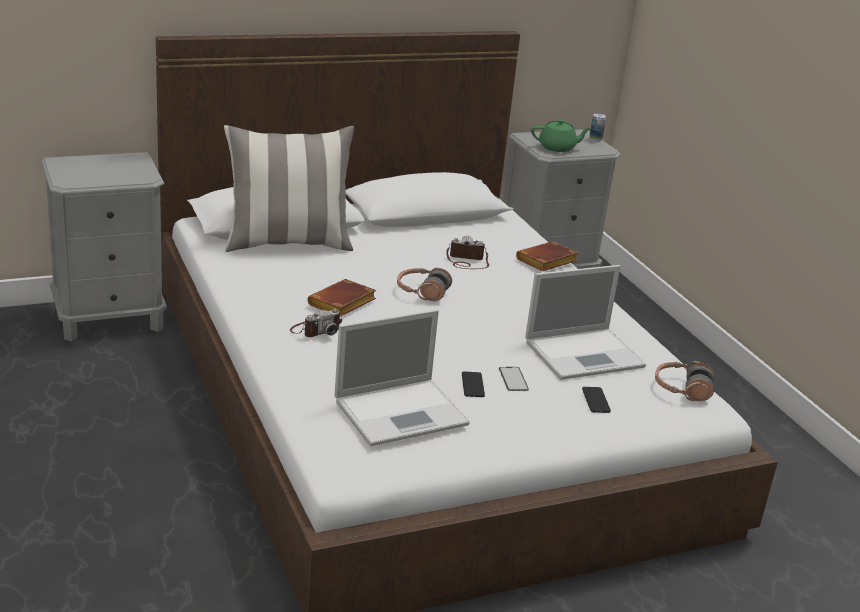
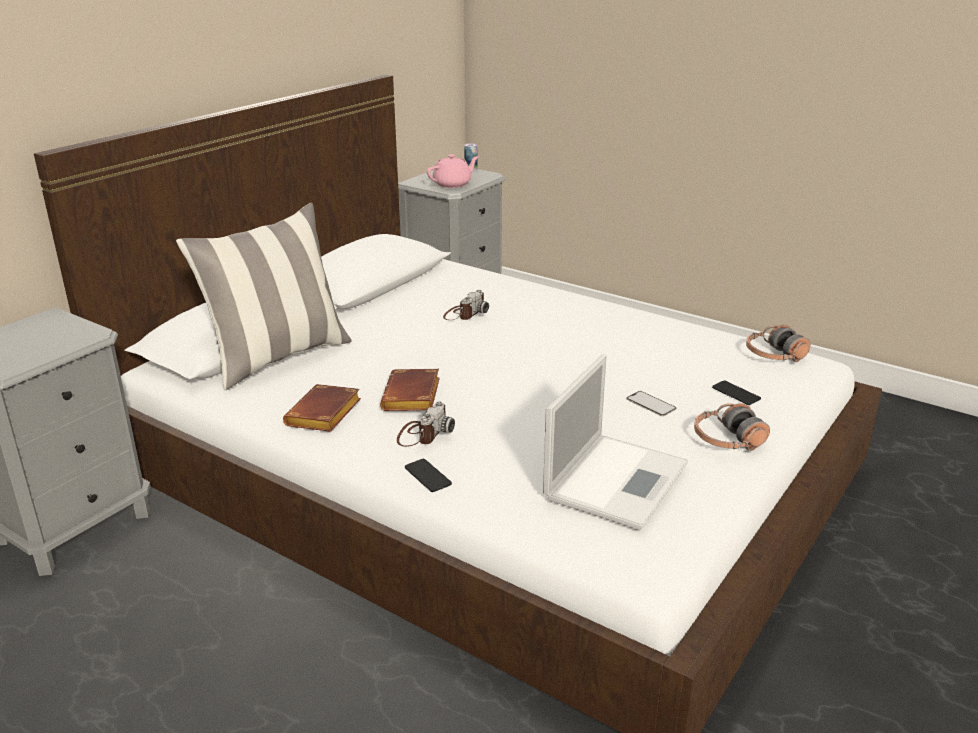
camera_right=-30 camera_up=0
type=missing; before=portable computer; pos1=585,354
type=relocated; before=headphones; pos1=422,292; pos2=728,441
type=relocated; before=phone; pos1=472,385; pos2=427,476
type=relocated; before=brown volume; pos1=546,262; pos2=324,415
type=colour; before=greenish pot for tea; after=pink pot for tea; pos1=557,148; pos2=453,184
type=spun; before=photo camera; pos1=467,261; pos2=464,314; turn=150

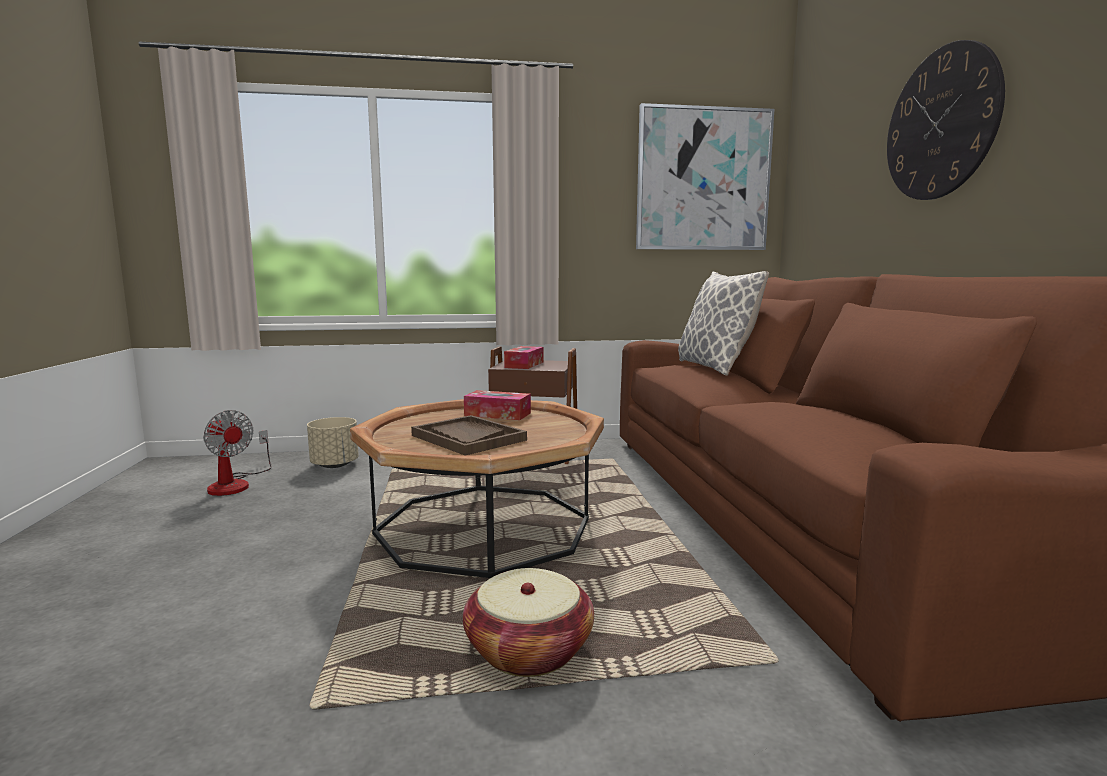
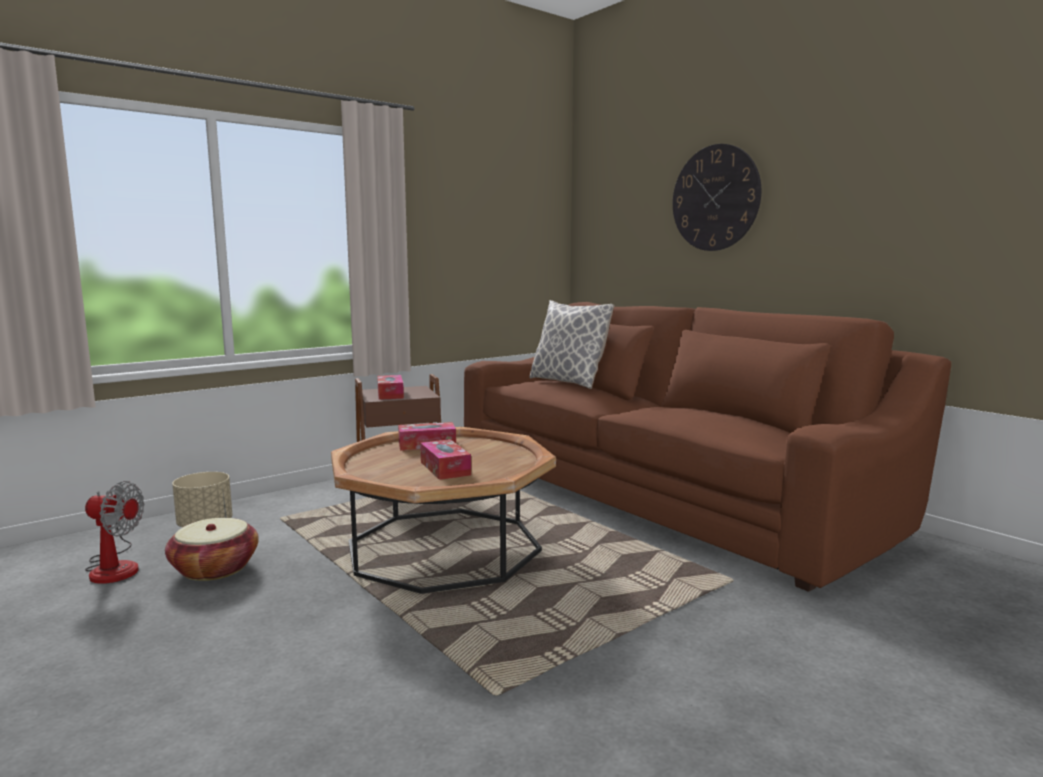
camera_right=-30 camera_up=0
type=missing; before=picture; pos1=703,180
type=relocated; before=household basket; pos1=529,650; pos2=215,568
type=exchanged; before=brown carrying tray; after=tissue holder; pos1=468,438; pos2=445,468

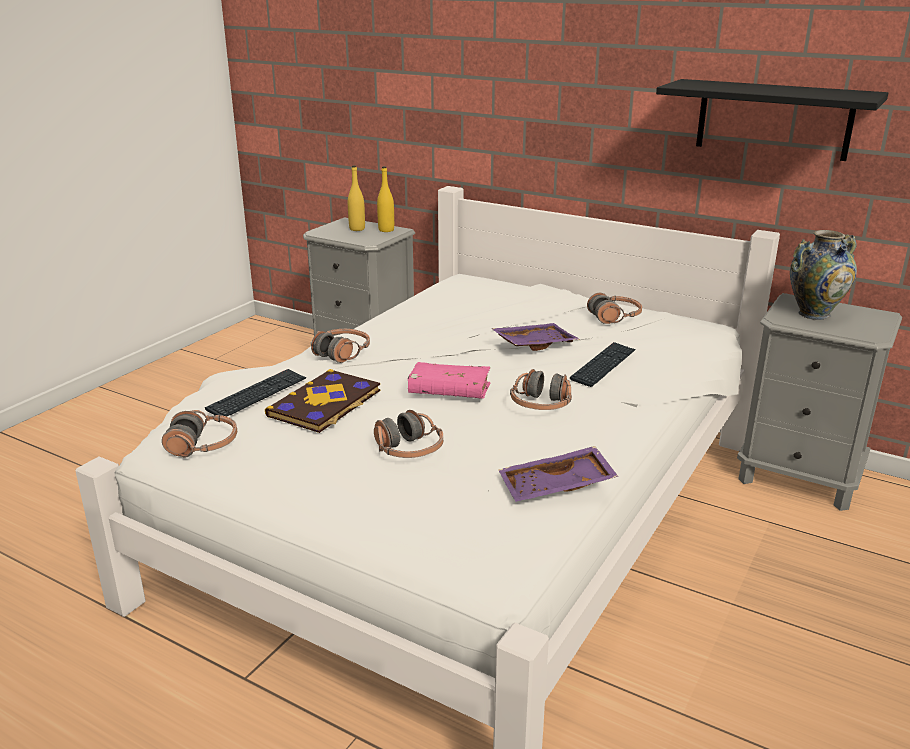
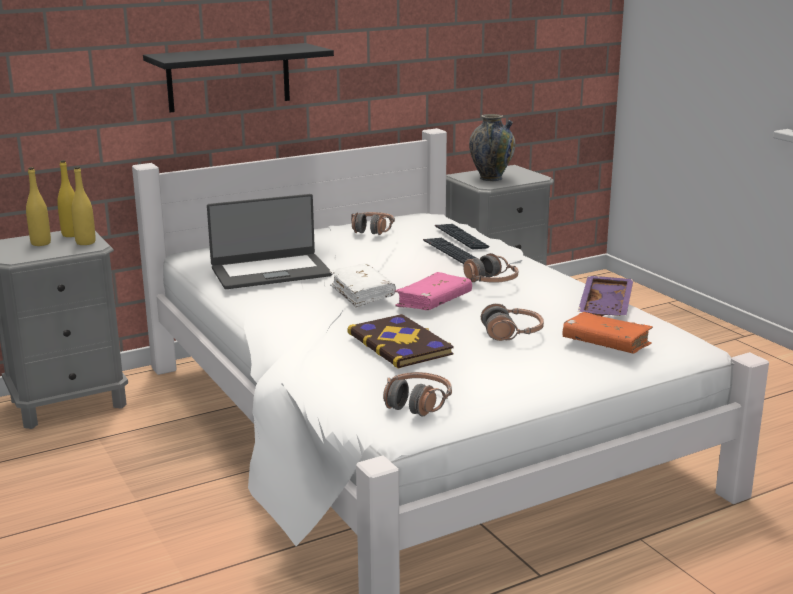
camera_right=-60 camera_up=-5
type=missing; before=headphones; pos1=342,353
type=missing; before=purplish carrying tray; pos1=534,344
type=appeared; after=yellow-coloured drink bottle; pos2=85,242
type=appeared; after=portable computer; pos2=270,272
type=appeared; after=white volume; pos2=362,293
type=appeared; after=orange volume; pos2=606,344
type=relocated; before=keyboard; pos1=257,395; pos2=461,237
type=relocated; before=black-coloured wall shelf; pos1=773,119; pos2=229,77

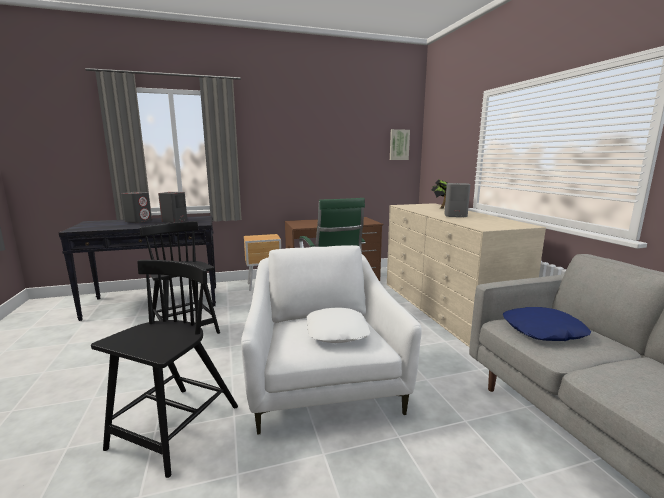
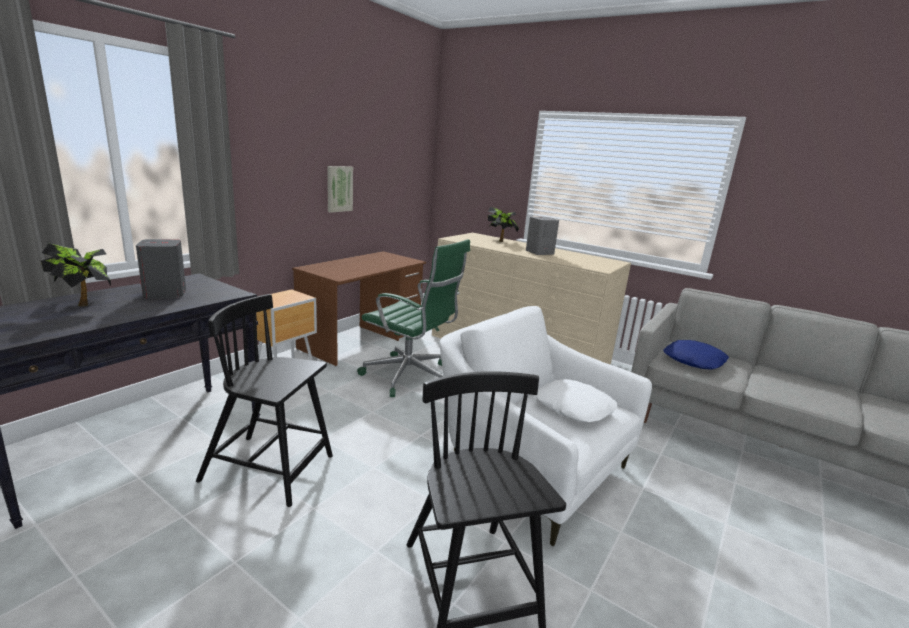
camera_right=-40 camera_up=5
type=relocated; before=picture; pos1=399,145; pos2=339,188
type=exchanged; before=grey audio speaker; after=potted plant; pos1=139,221; pos2=85,302

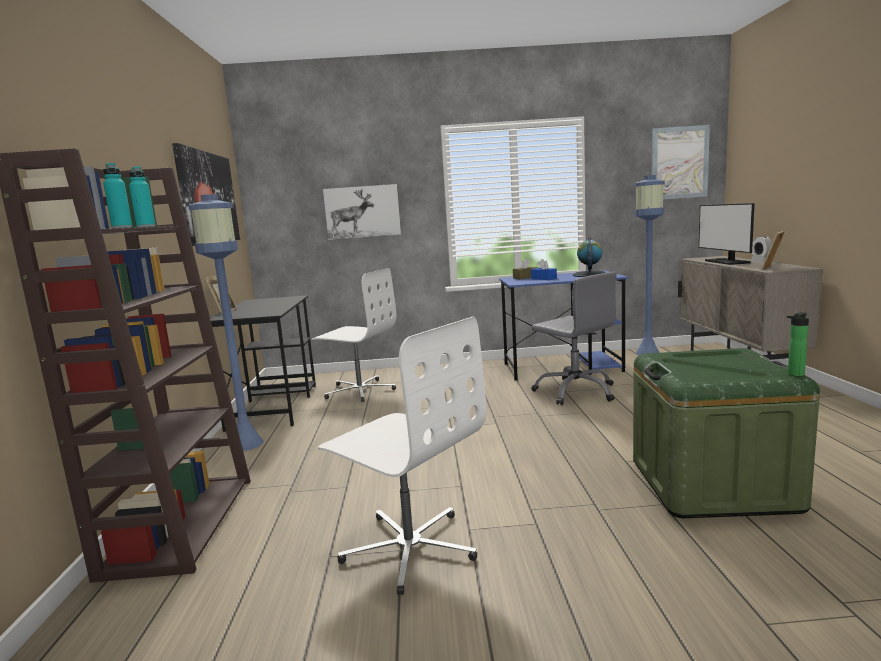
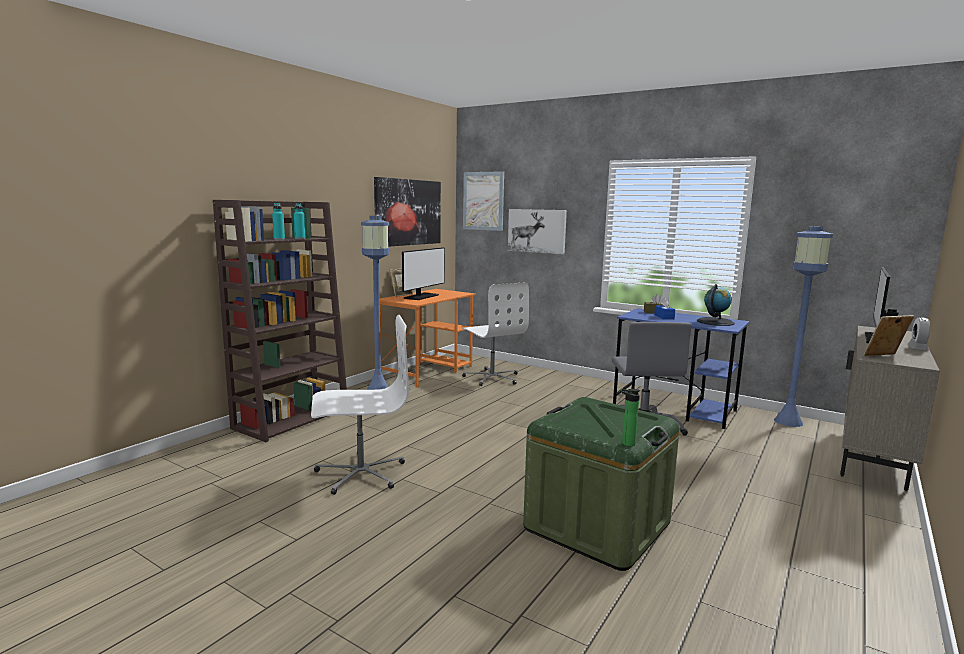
camera_right=35 camera_up=0
type=appeared; after=computer display; pos2=421,297
type=relocated; before=picture; pos1=679,163; pos2=483,201
type=colour; before=black-coloured desk table; after=orange desk table; pos1=274,406; pos2=427,372
type=spun; before=white computer chair; pos1=409,547; pos2=360,473; turn=-90

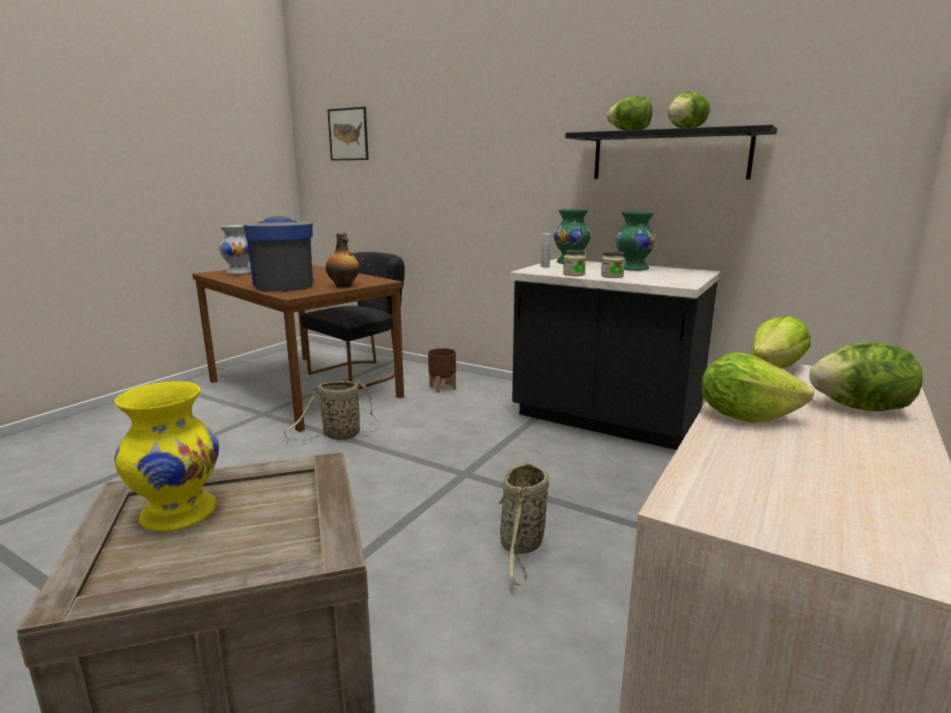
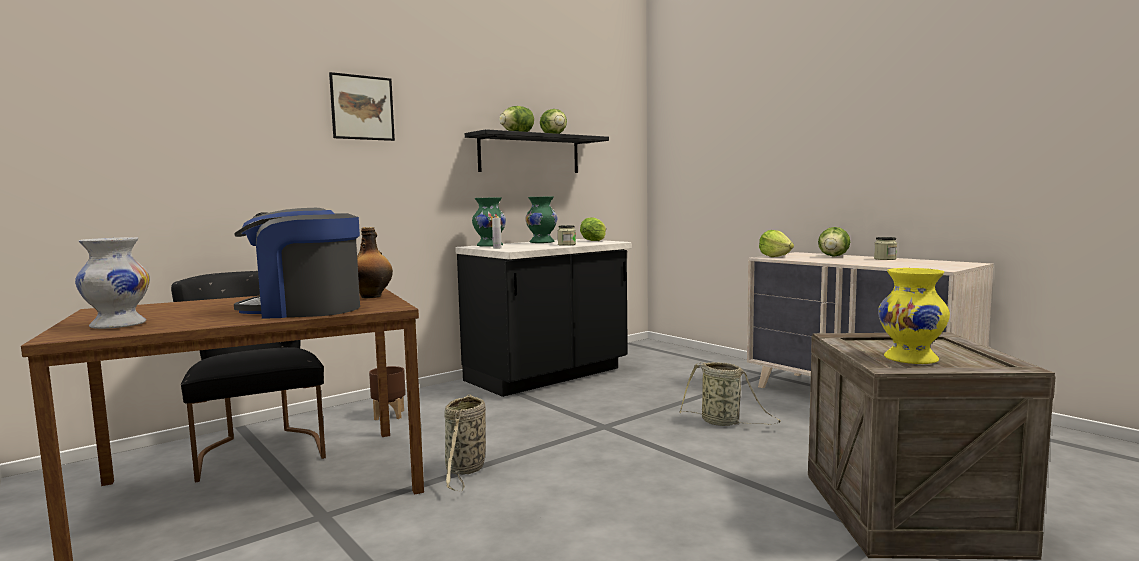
camera_right=-70 camera_up=-10
type=relocated; before=picture; pos1=348,134; pos2=362,107
type=relocated; before=preserve jar; pos1=574,274; pos2=885,259
type=relocated; before=lettuce head; pos1=744,416; pos2=593,241

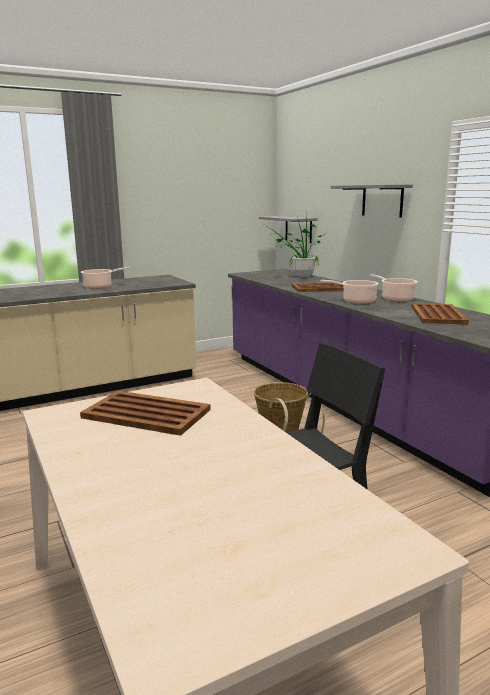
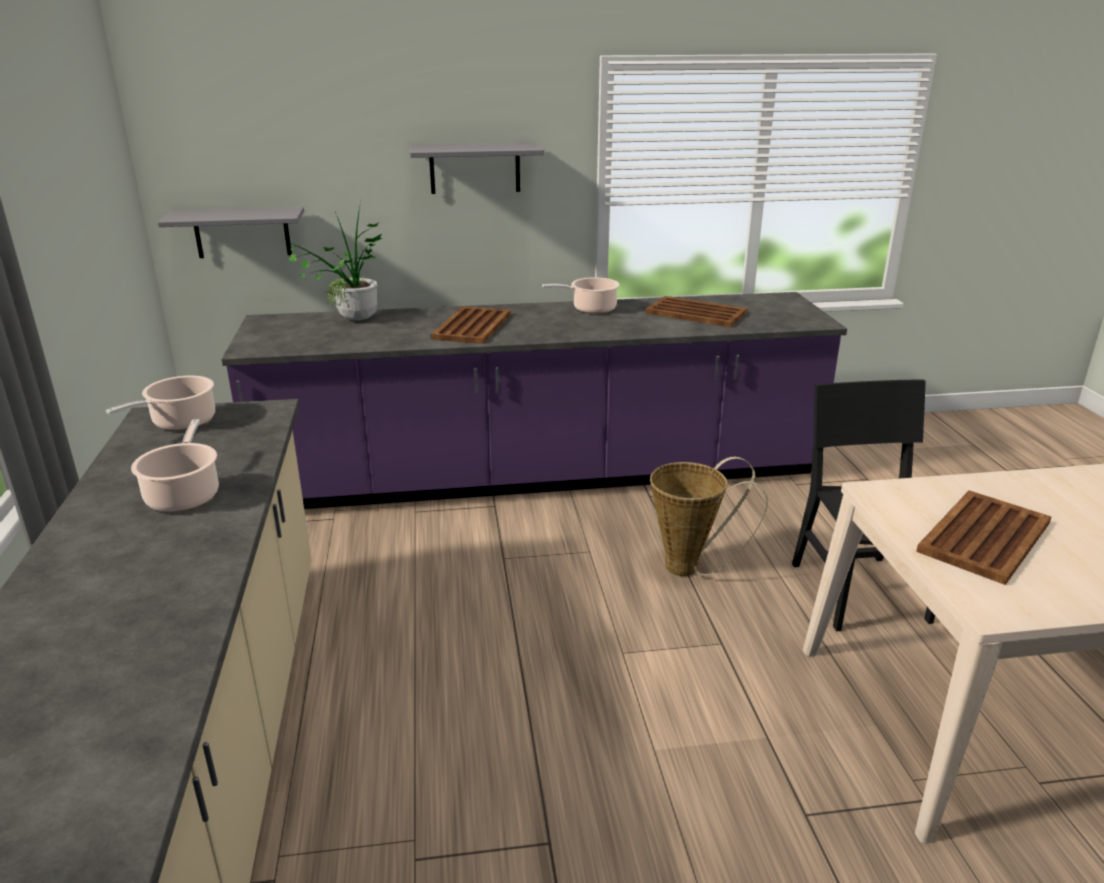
camera_right=-70 camera_up=10
type=relocated; before=cooking pot; pos1=356,301; pos2=180,422

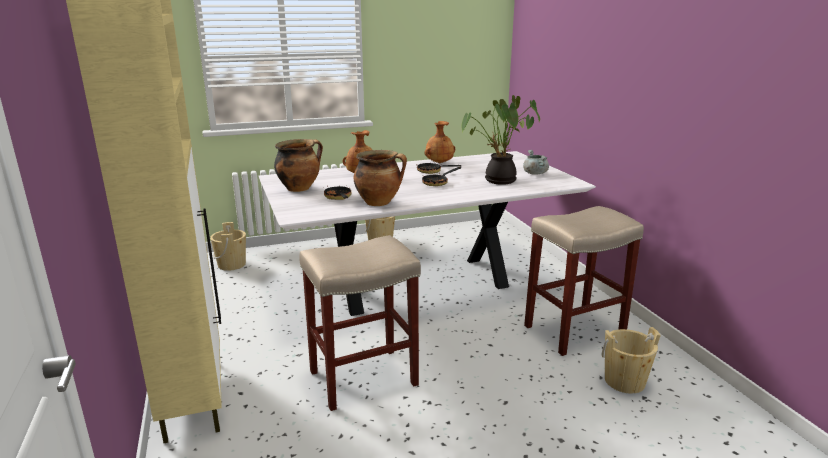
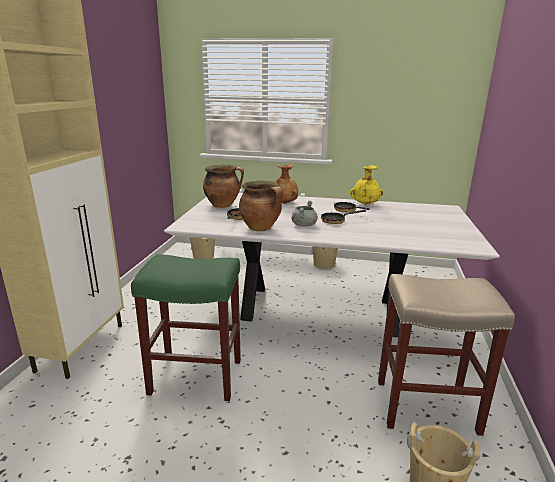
camera_right=30 camera_up=0
type=missing; before=potted plant; pos1=498,181
type=relocated; before=grey cooking pot; pos1=534,173; pos2=304,225
type=colour; before=beige-coloured stool; after=greenish stool; pos1=362,379; pos2=194,377
type=colour; before=brown vase; after=yellow-coloured vase; pos1=439,163; pos2=365,204

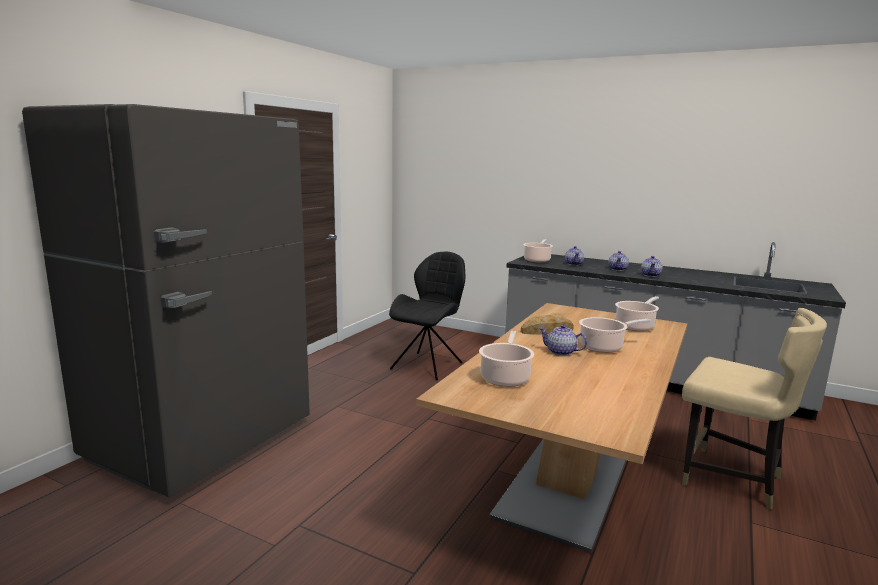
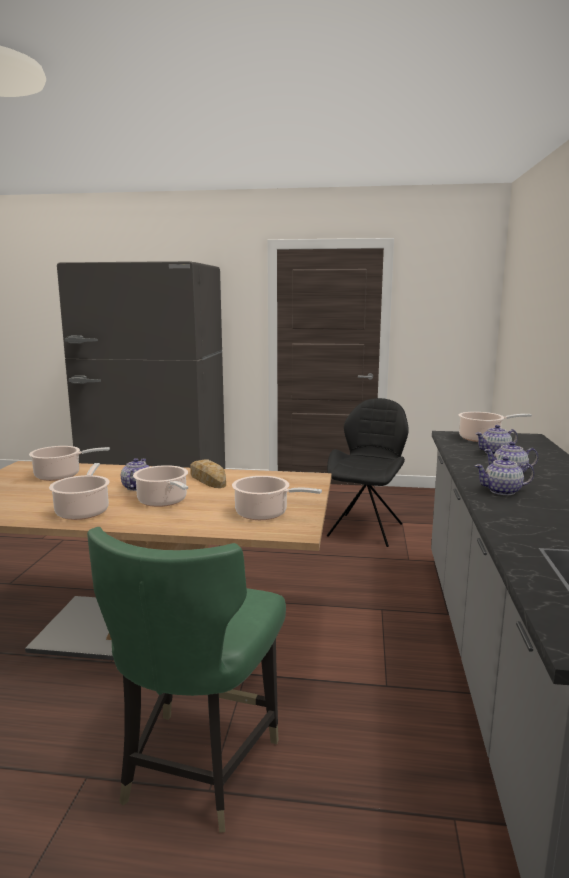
camera_right=70 camera_up=0
type=appeared; after=cooking pot; pos2=83,511
type=colour; before=beige-coloured plain chair; after=greenish plain chair; pos1=731,479; pos2=197,767
type=spun; before=black-coloured plain chair; pos1=428,365; pos2=366,529; turn=-75

